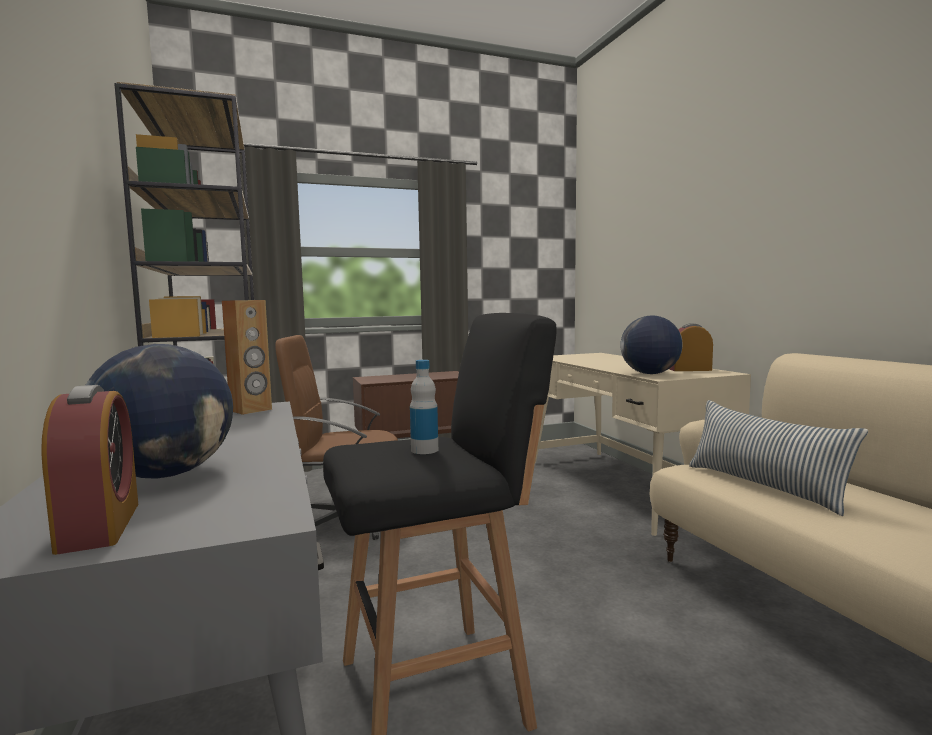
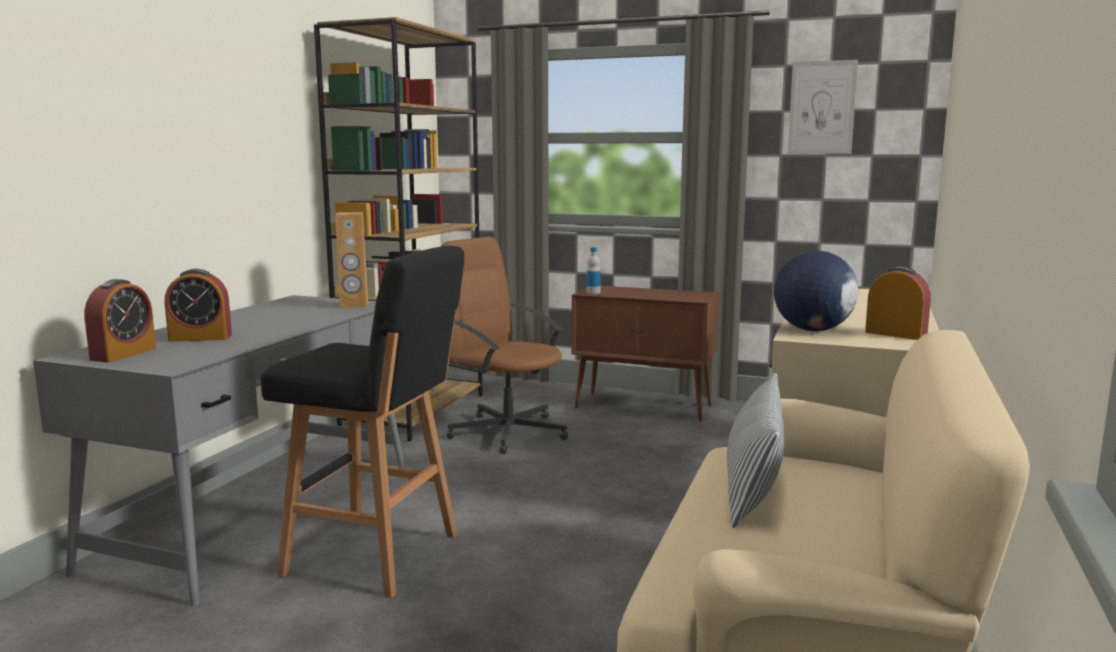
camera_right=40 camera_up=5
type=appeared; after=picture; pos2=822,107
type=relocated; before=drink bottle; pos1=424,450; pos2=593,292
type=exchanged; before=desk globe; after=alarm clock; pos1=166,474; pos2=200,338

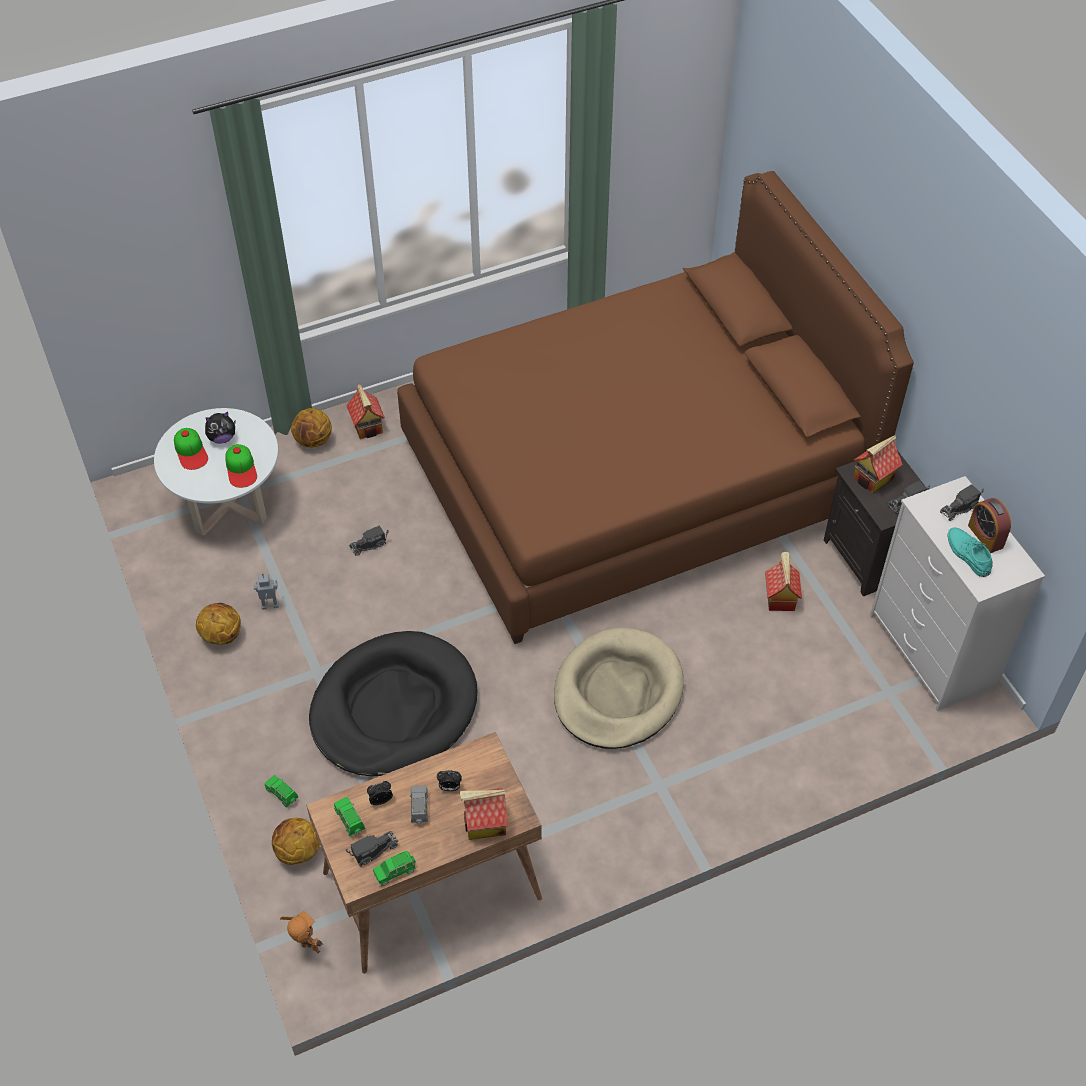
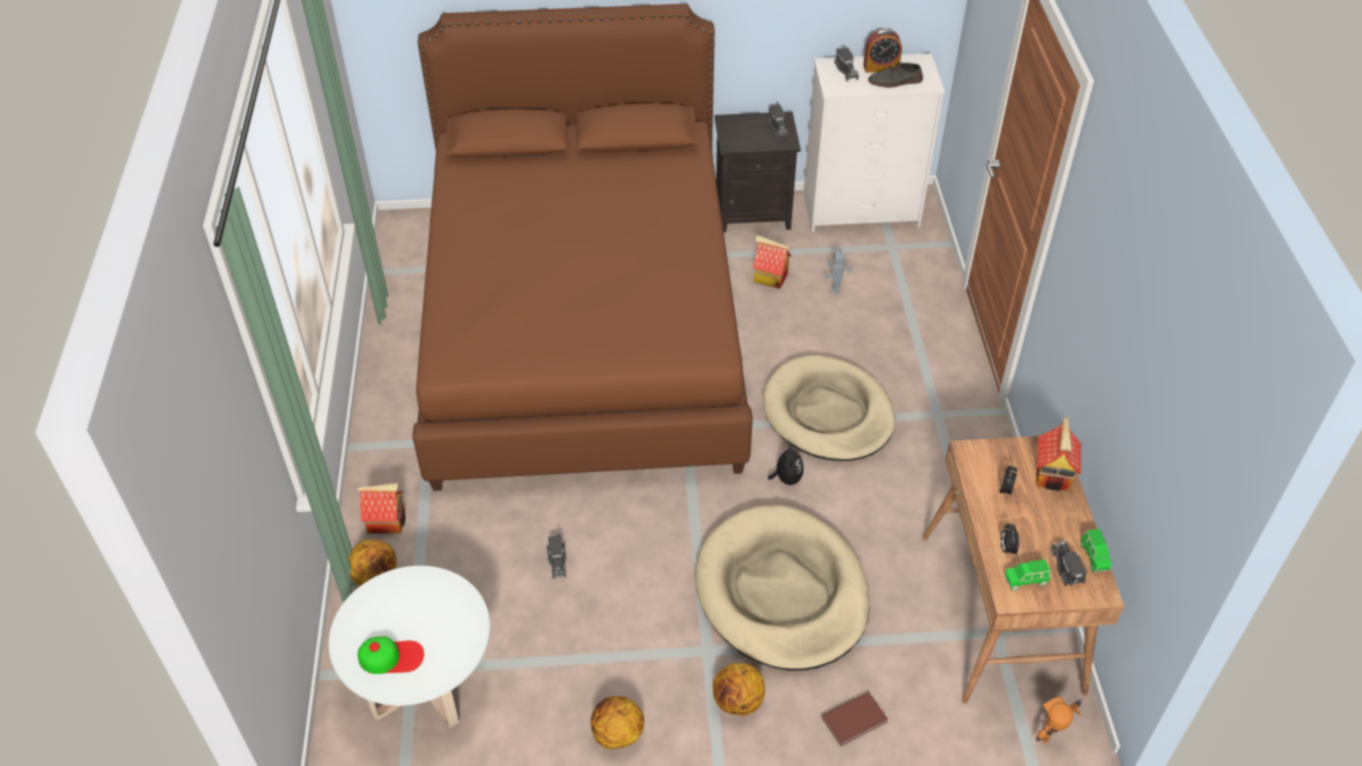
camera_right=-70 camera_up=-5
type=missing; before=peaked cap; pos1=241,468
type=missing; before=grey model car; pos1=419,808
type=missing; before=toy house; pos1=873,478
type=relocated; before=cuddly toy; pos1=222,438; pos2=786,478
type=relocated; before=model robot; pos1=270,606; pos2=837,287
type=relocated; before=basketball ball; pos1=297,852; pos2=738,702
type=exchanged; before=greenish model car; after=brown volume; pos1=282,794; pos2=855,720
type=colour; before=black-coloured pet bed; after=beige-coloured pet bed; pos1=394,708; pos2=782,592
type=colour; before=blue-green item of footwear; after=grey item of footwear; pos1=967,554; pos2=895,81

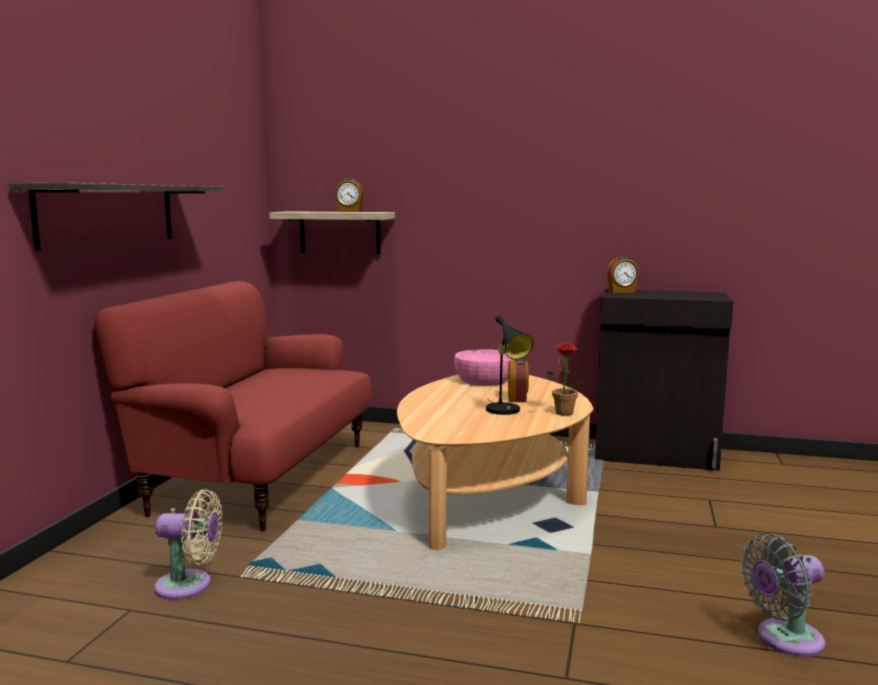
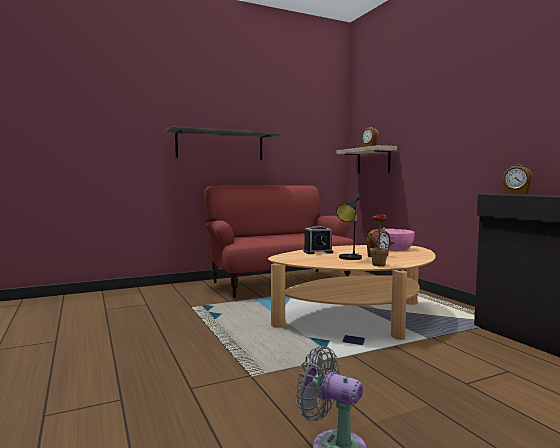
camera_right=50 camera_up=-5
type=missing; before=beige-coloured electric fan; pos1=189,586
type=appeared; after=alarm clock; pos2=318,252

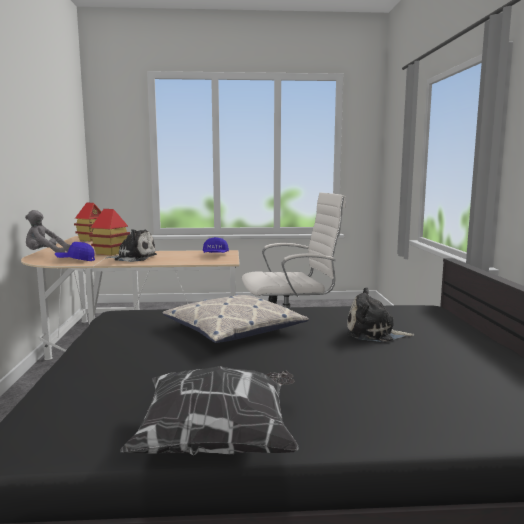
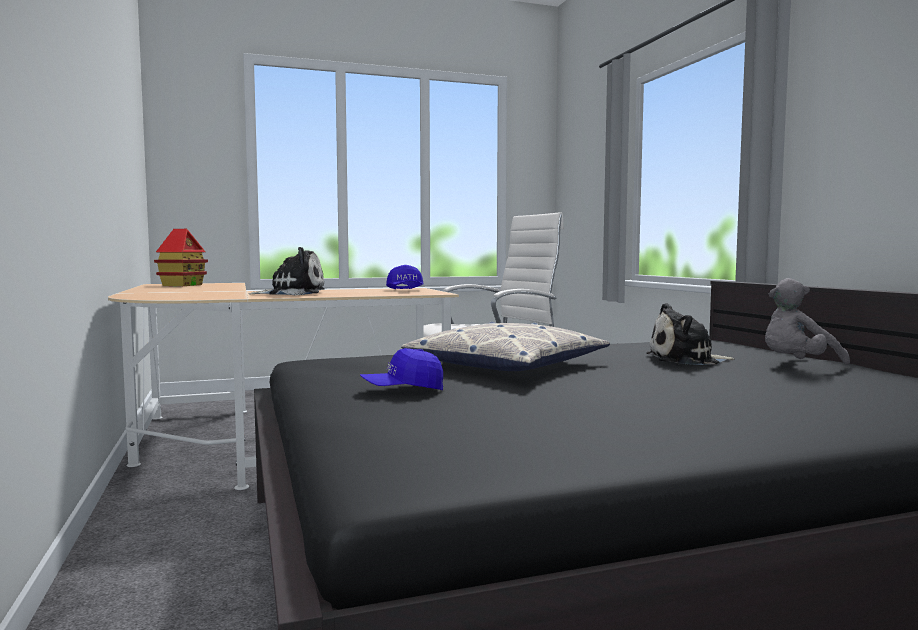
camera_right=-15 camera_up=-5
type=missing; before=toy house; pos1=111,253
type=missing; before=throw pillow; pos1=220,440
type=relocated; before=grey cuddly toy; pos1=45,255; pos2=797,365
type=relocated; before=blue peaked cap; pos1=75,260; pos2=403,390

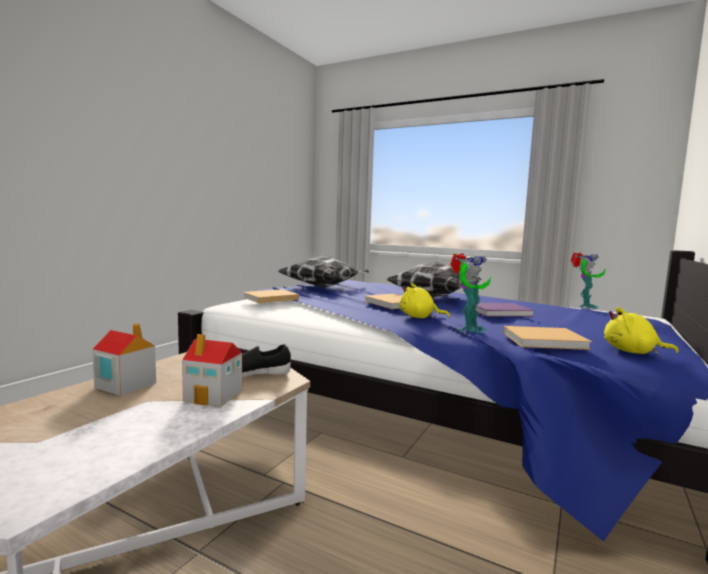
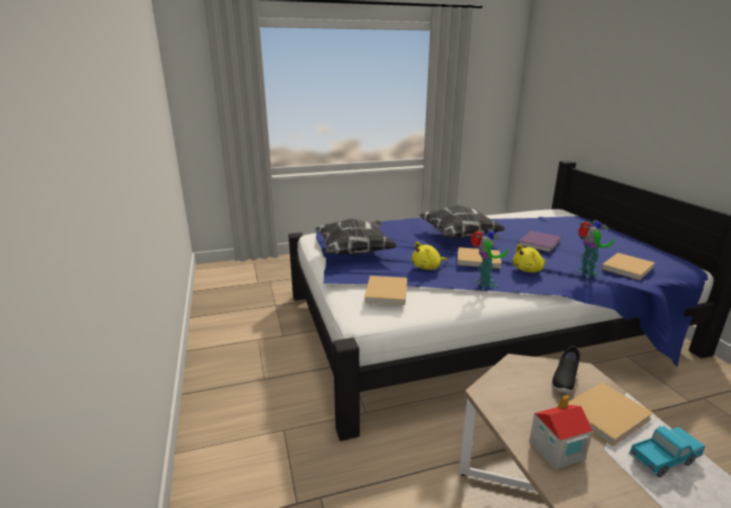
camera_right=-45 camera_up=15
type=appeared; after=toy lorry; pos2=664,459
type=relocated; before=model robot; pos1=584,306; pos2=484,284
type=relocated; before=yellow-coloured cuddly toy; pos1=633,352; pos2=427,267
type=exchanged; before=toy house; after=beige-coloured volume; pos1=214,395; pos2=607,414

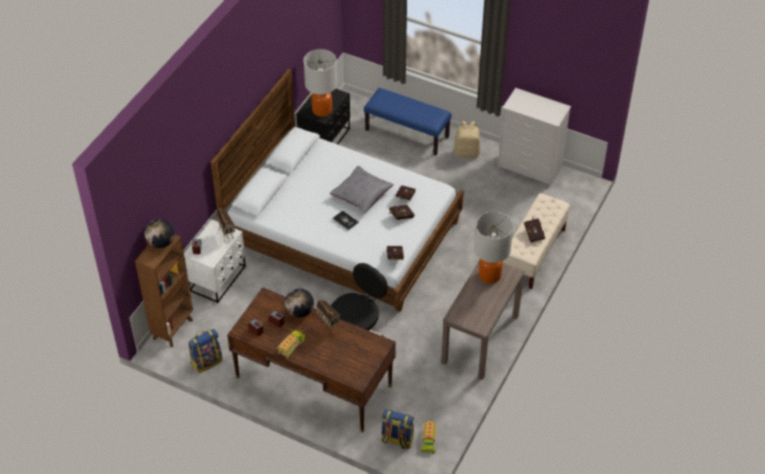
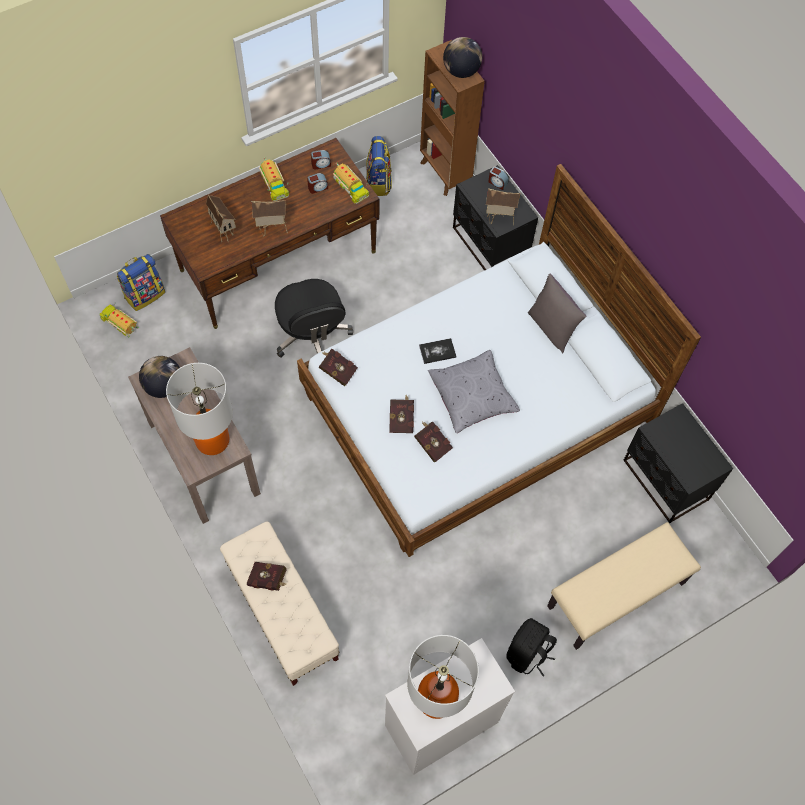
camera_right=120 camera_up=15
type=appeared; after=toy house; pos2=224,231
type=appeared; after=toy lorry; pos2=350,187
type=appeared; after=grey throw pillow; pos2=551,328
type=relocated; before=desk globe; pos1=299,312; pos2=164,386
type=relocated; before=table lamp; pos1=322,110; pos2=436,699
type=colour; before=white nightstand; after=black-coloured nightstand; pos1=218,278; pos2=489,244
type=colour; before=blue long seat; after=beige-coloured long seat; pos1=407,133; pos2=616,596
type=colour; before=beige-coloured rucksack; after=black-coloured rucksack; pos1=466,152; pos2=527,654

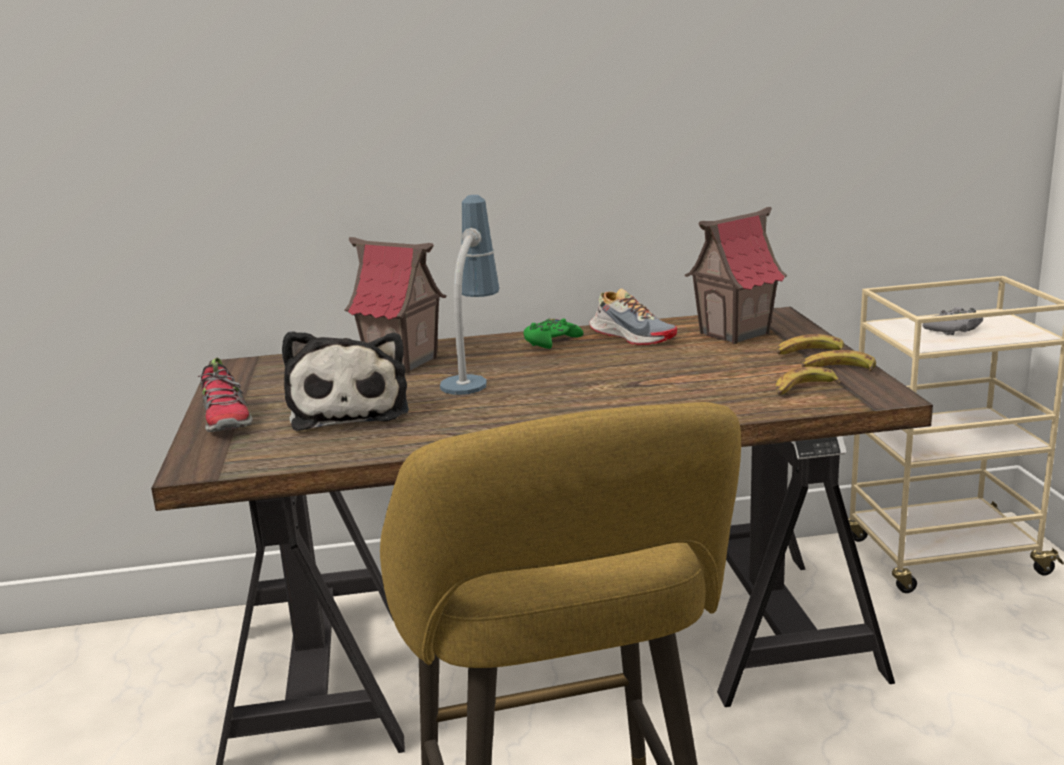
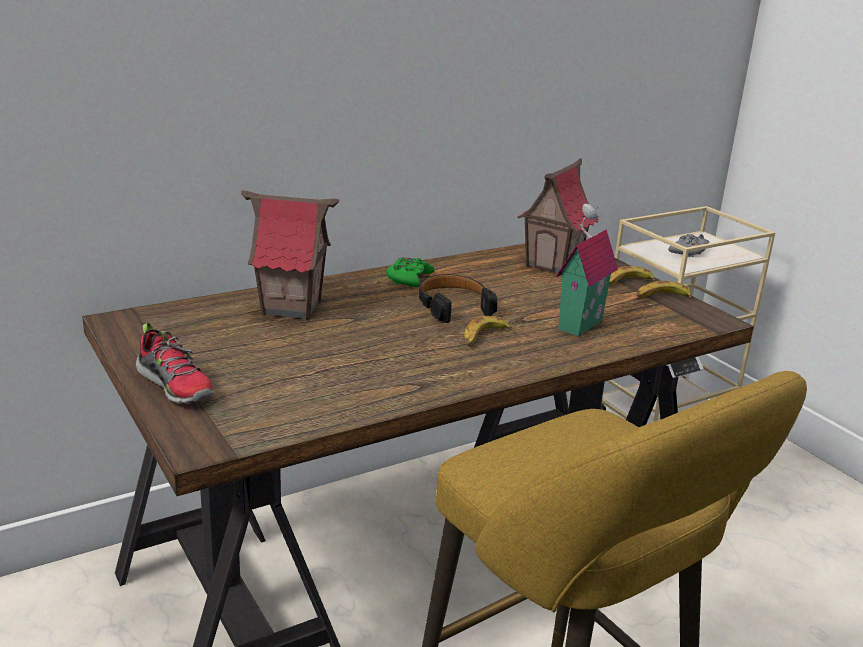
camera_right=-25 camera_up=5
type=missing; before=cuddly toy; pos1=350,410
type=missing; before=table lamp; pos1=474,375
type=missing; before=item of footwear; pos1=632,336
type=appeared; after=black-coloured headphones; pos2=453,306
type=appeared; after=toy house; pos2=577,323
type=relocated; before=whole banana; pos1=803,389; pos2=483,337

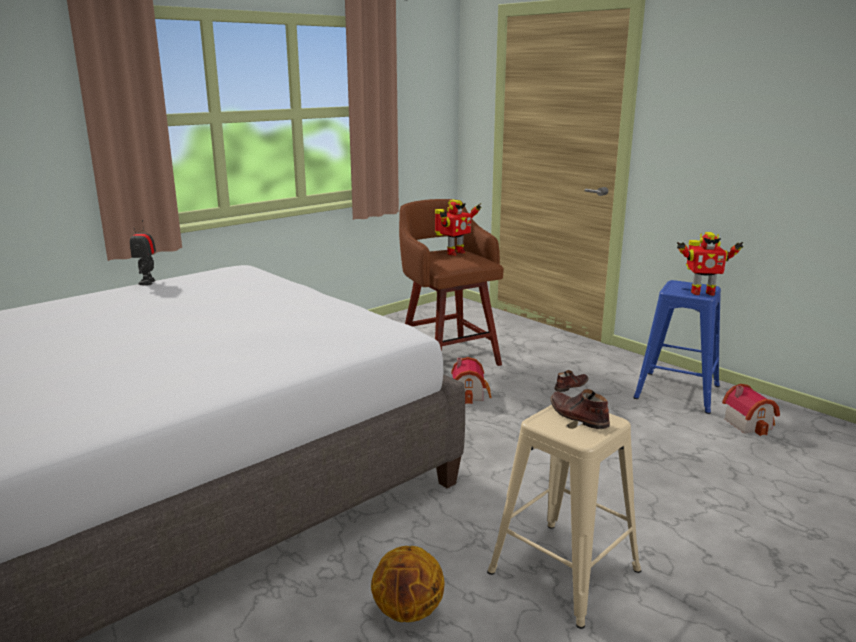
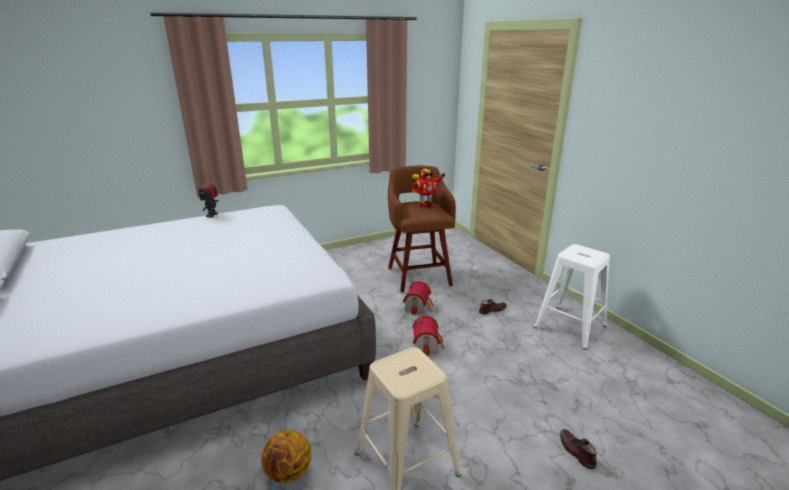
camera_right=15 camera_up=5
type=missing; before=model robot; pos1=701,292
type=relocated; before=brown item of footwear; pos1=577,416; pos2=576,451
type=relocated; before=toy house; pos1=749,423; pos2=427,344
type=colour; before=blue stool; after=white stool; pos1=678,391; pos2=571,326

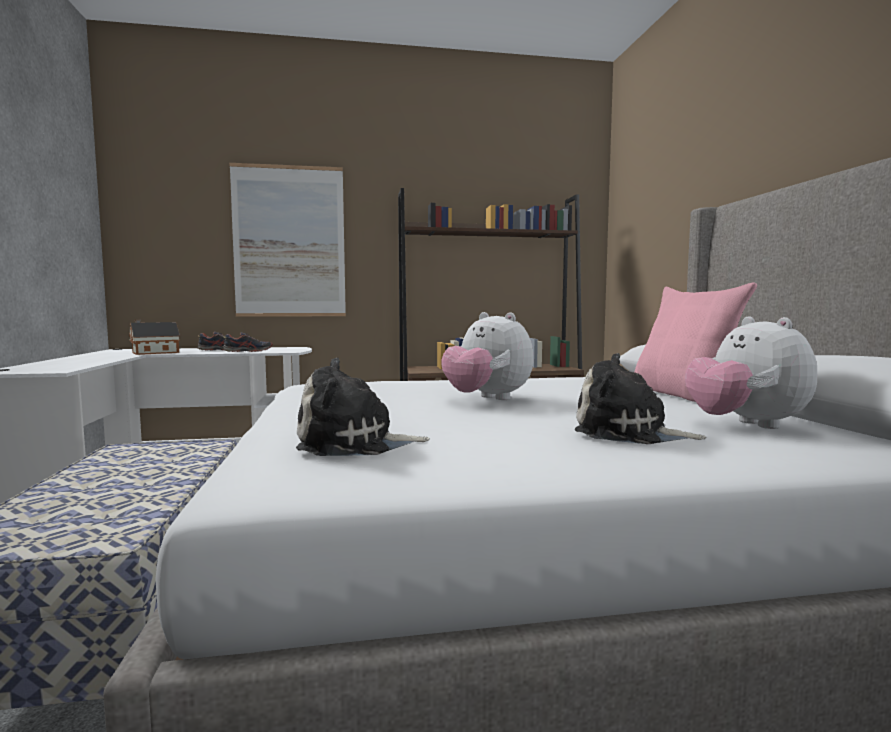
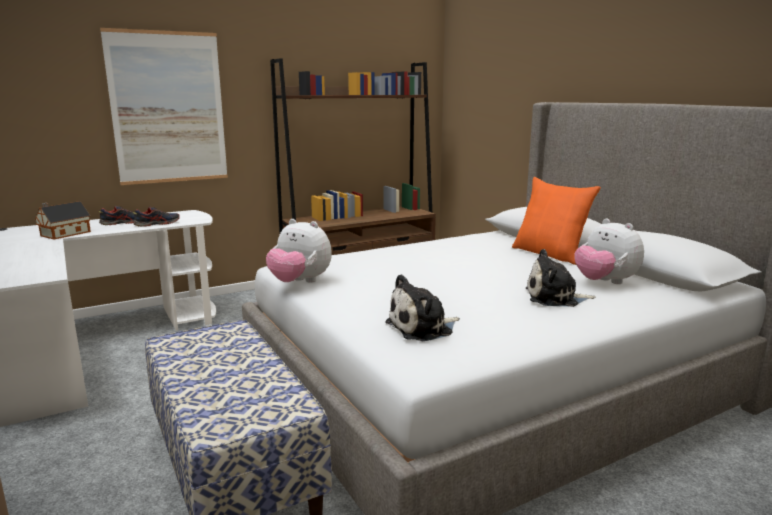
camera_right=-20 camera_up=10
type=relocated; before=cuddly toy; pos1=487,399; pos2=300,282
type=colour; before=pink throw pillow; after=orange throw pillow; pos1=683,395; pos2=550,254

